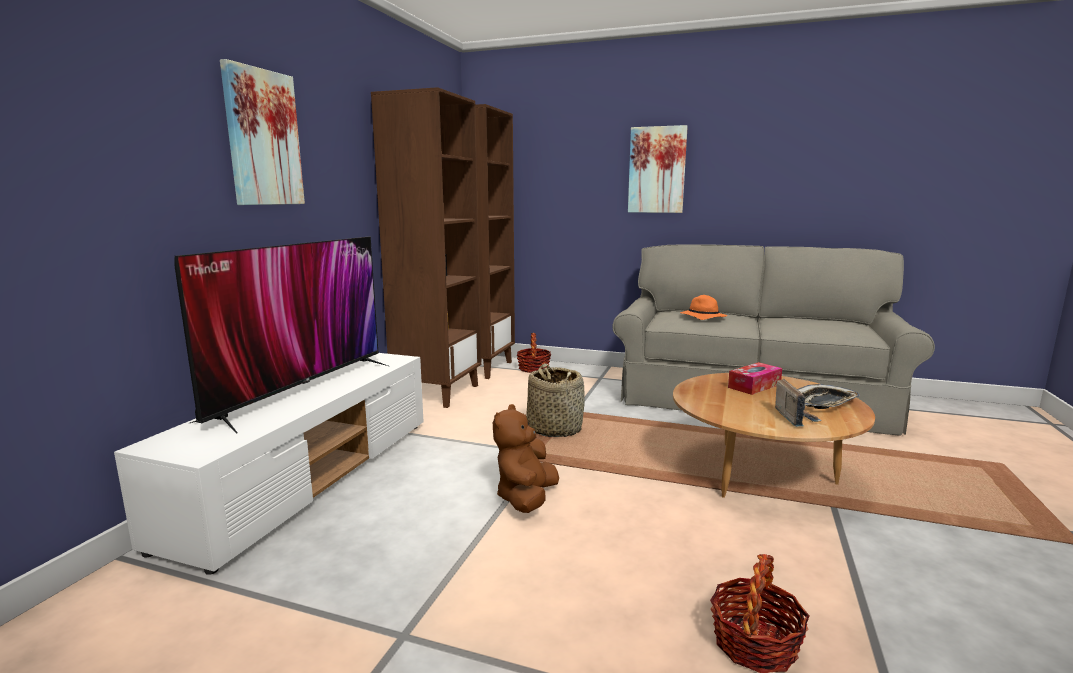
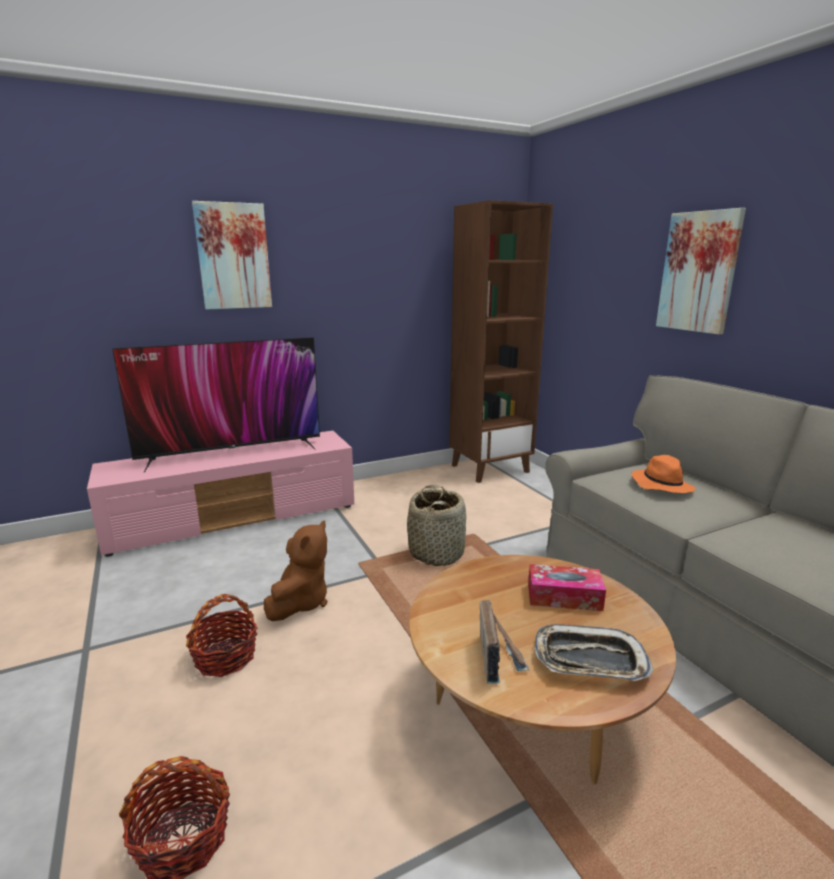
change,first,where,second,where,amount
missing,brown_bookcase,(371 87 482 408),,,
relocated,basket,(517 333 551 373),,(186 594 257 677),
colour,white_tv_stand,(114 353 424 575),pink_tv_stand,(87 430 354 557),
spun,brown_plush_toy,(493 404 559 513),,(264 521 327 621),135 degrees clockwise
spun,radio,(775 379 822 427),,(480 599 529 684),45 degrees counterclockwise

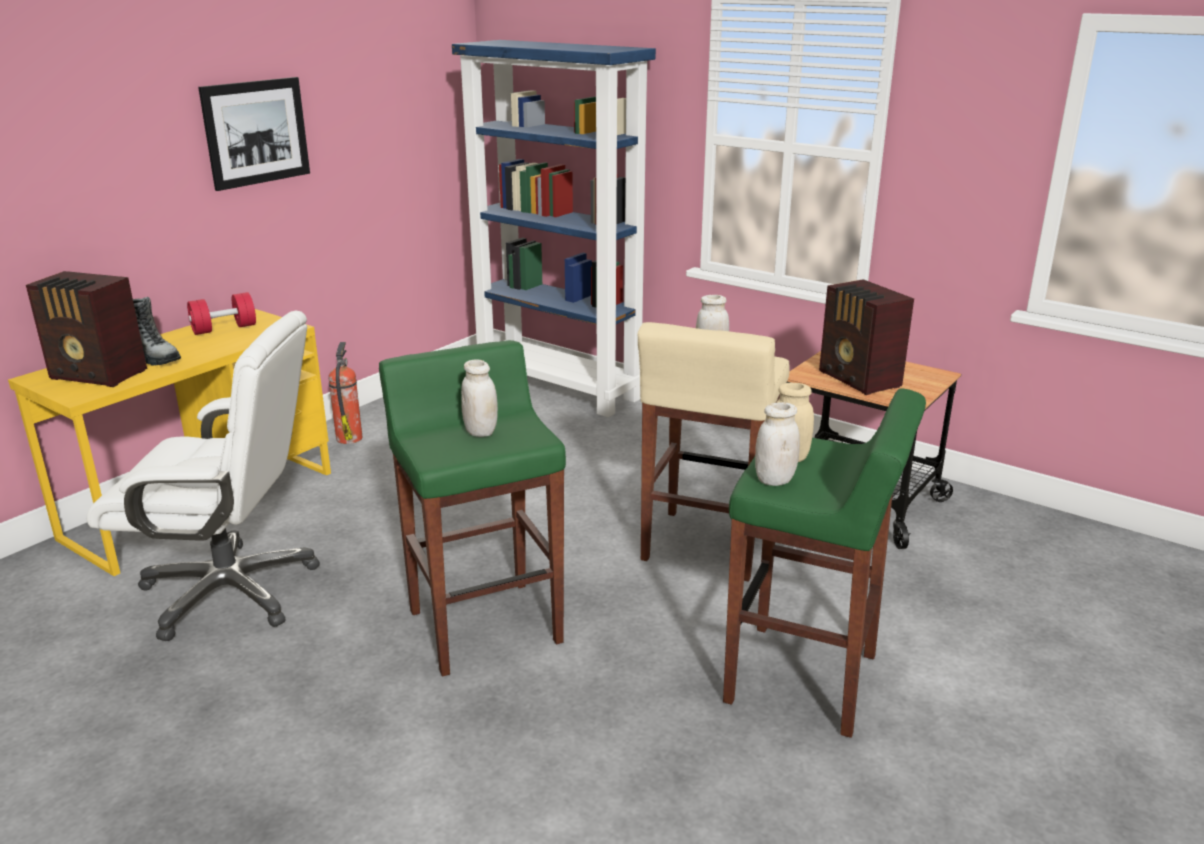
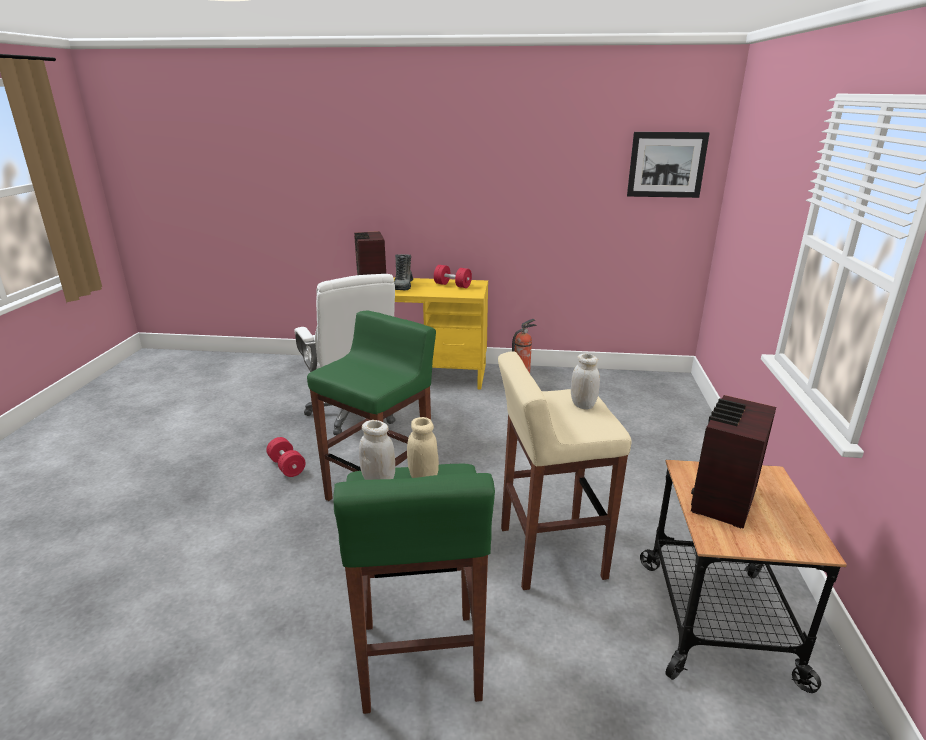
change,first,where,second,where,amount
missing,blue_bookcase,(452 40 656 417),,,
missing,white_jar,(461 359 498 437),,,
appeared,,,red_dumbbell,(266 437 305 477),
relocated,picture,(198 77 310 191),,(627 132 710 198),

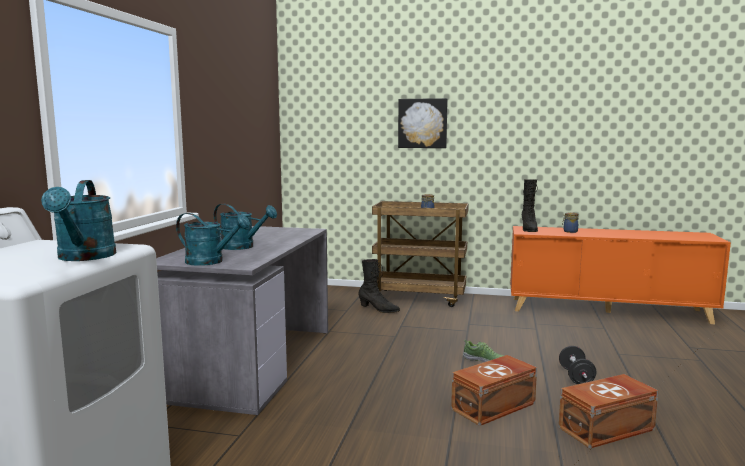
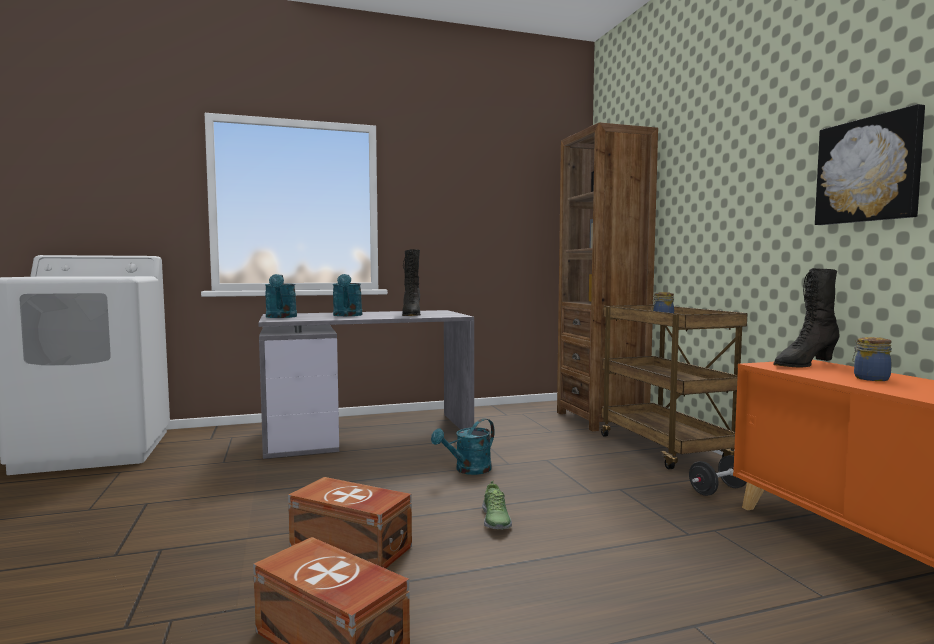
change,first,where,second,where,amount
appeared,,,brown_bookcase,(557 122 658 431),
relocated,turquoise_watering_can,(41 180 116 261),,(431 418 495 475),
relocated,black_boot,(358 259 400 313),,(402 249 421 316),
relocated,picture,(398 98 448 148),,(815 104 925 225),
relocated,black_dumbbell,(559 346 597 384),,(689 455 747 496),

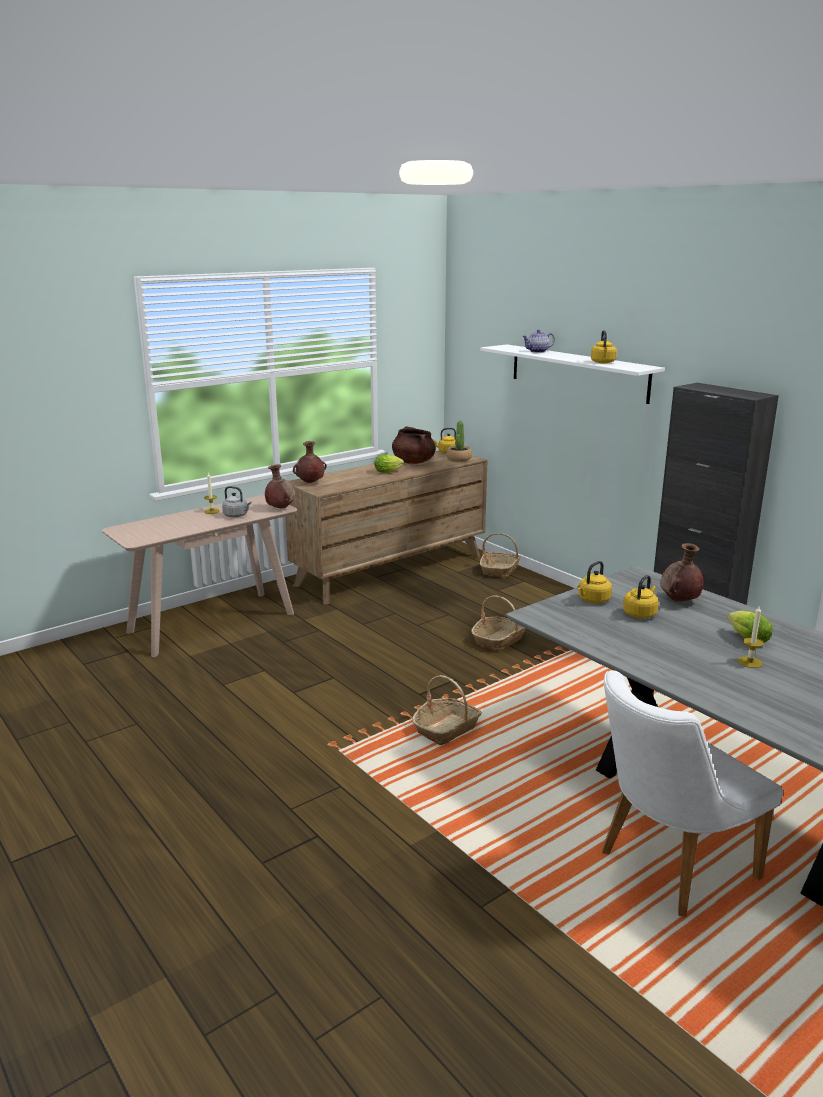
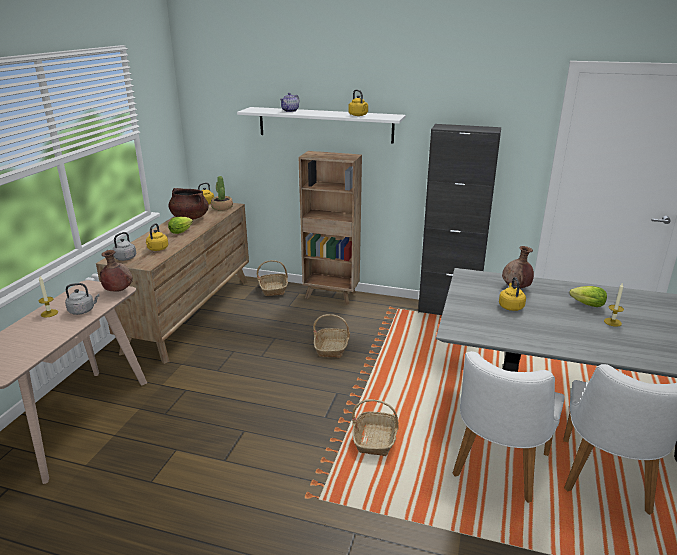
change,first,where,second,where,amount
appeared,,,brown_bookcase,(298 151 362 305),
appeared,,,white_chair,(453 351 565 503),
relocated,yellow_kettle,(577 561 612 603),,(146 223 168 251),
exchanged,brown_vase,(293 441 327 483),grey_kettle,(113 232 136 261),

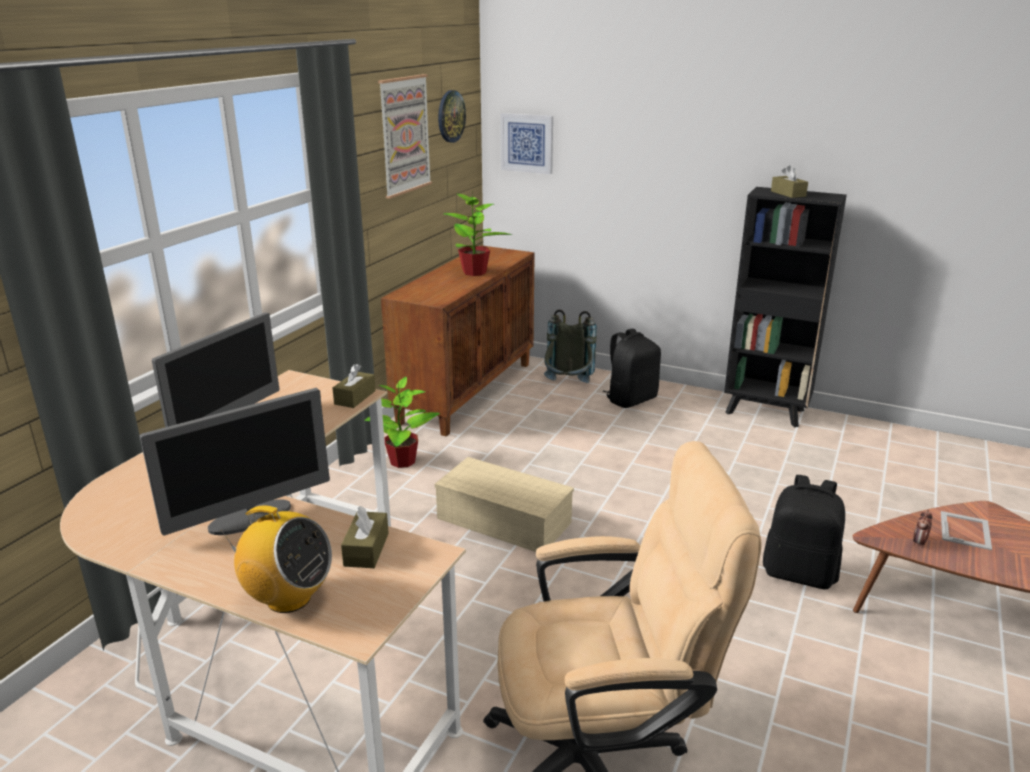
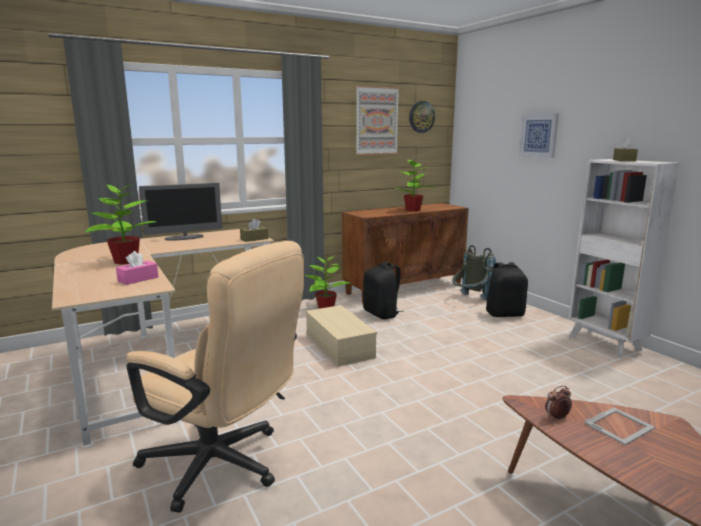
change,first,where,second,where,amount
missing,radio,(221 505 332 613),,,
relocated,picture,(501 113 553 174),,(519 113 559 158),
relocated,black_backpack,(763 475 845 589),,(363 262 402 319),
exchanged,monitor,(140 388 330 536),potted_plant,(85 180 156 265),
colour,brown_tissue_box,(341 506 389 568),pink_tissue_box,(116 251 159 285),
colour,black_bookcase,(724 187 847 427),white_bookcase,(569 159 680 358),

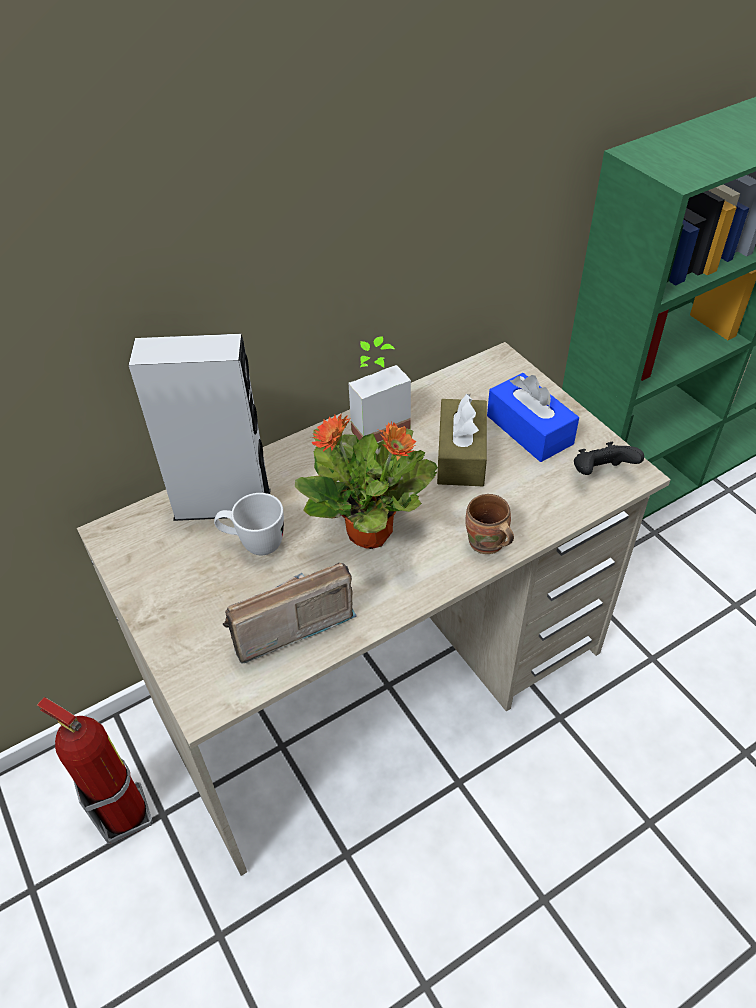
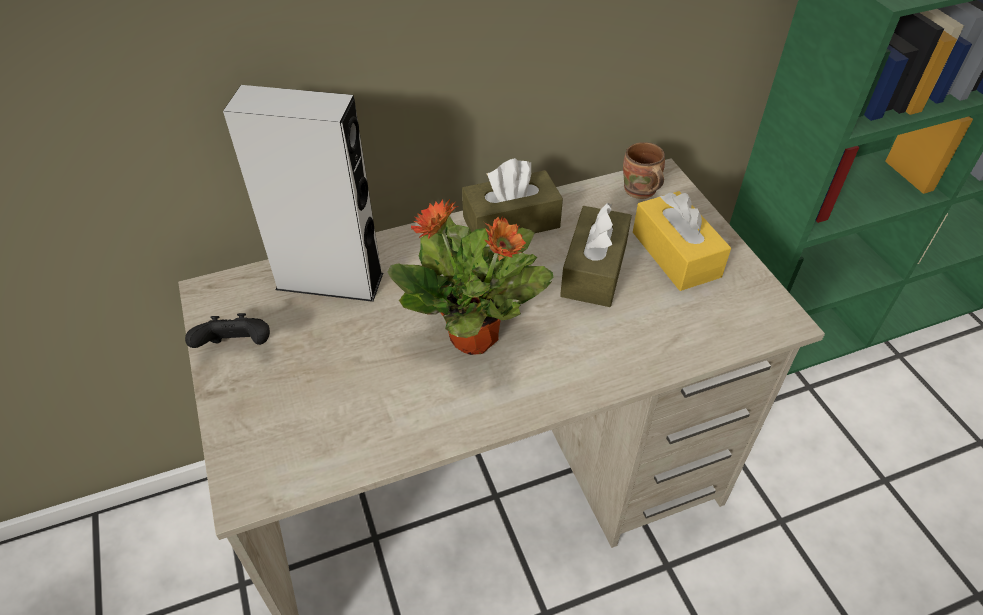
change,first,where,second,where,amount
missing,fire_extinguisher,(37 697 153 844),,,
missing,white_mug,(214 493 284 555),,,
missing,radio,(223 563 357 664),,,
relocated,brown_mug,(465 494 514 554),,(623 142 665 199),
relocated,black_game_controller,(574 442 644 475),,(185 313 270 348),
exchanged,potted_plant,(348 336 411 442),brown_tissue_box,(462 158 563 241),
colour,blue_tissue_box,(487 373 579 462),yellow_tissue_box,(633 191 731 291),

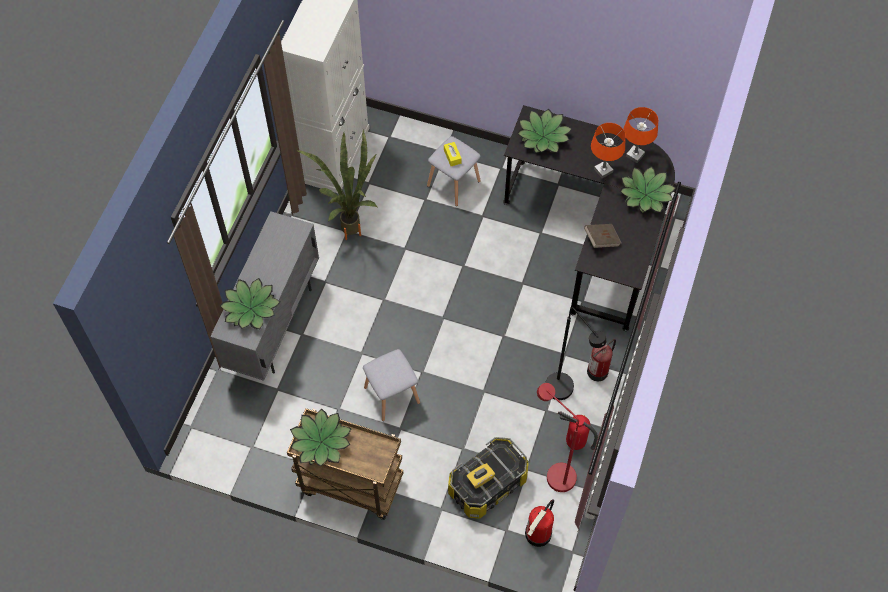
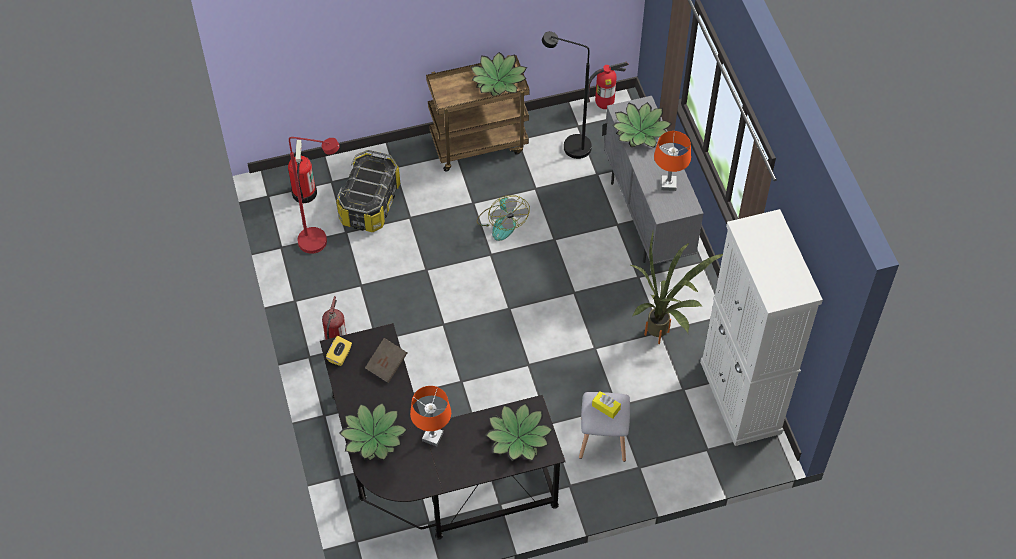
change,first,where,second,where,amount
relocated,yellow_tissue_box,(467 463 495 489),,(326 336 352 366),
relocated,black_floor_lamp,(545 307 606 400),,(542 31 592 159),
relocated,fire_extinguisher,(557 411 598 450),,(587 62 629 109),
relocated,orange_table_lamp,(624 107 658 163),,(654 131 691 191),
exchanged,grey_stool,(363 349 420 421),fan,(477 195 530 241),

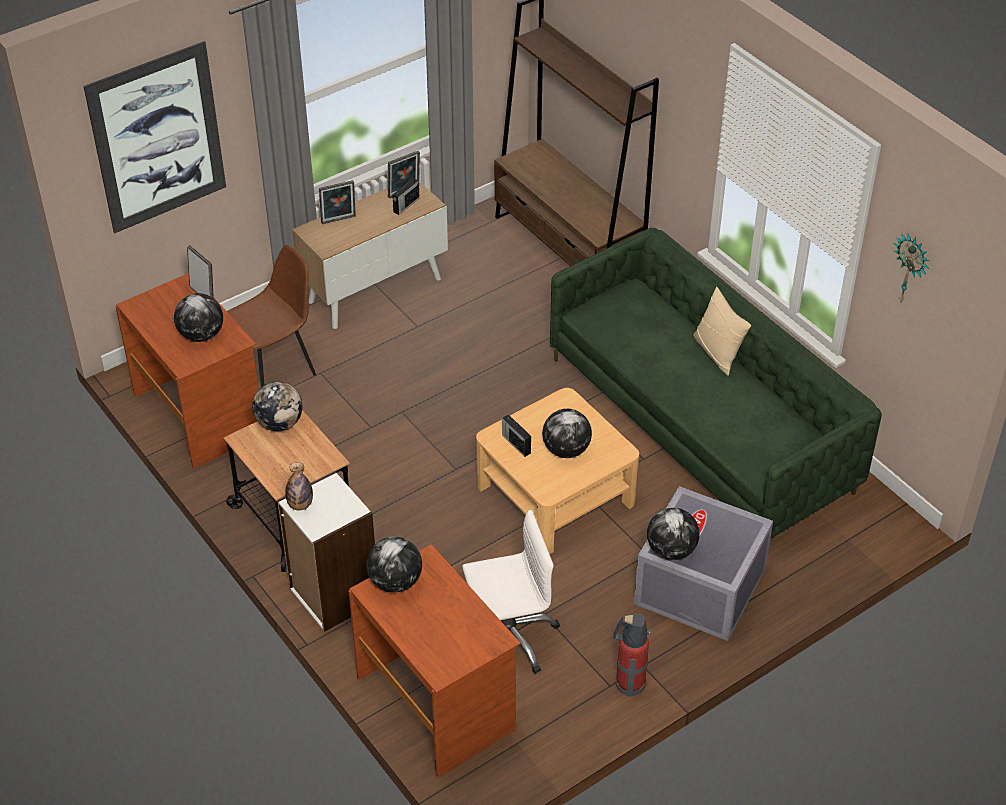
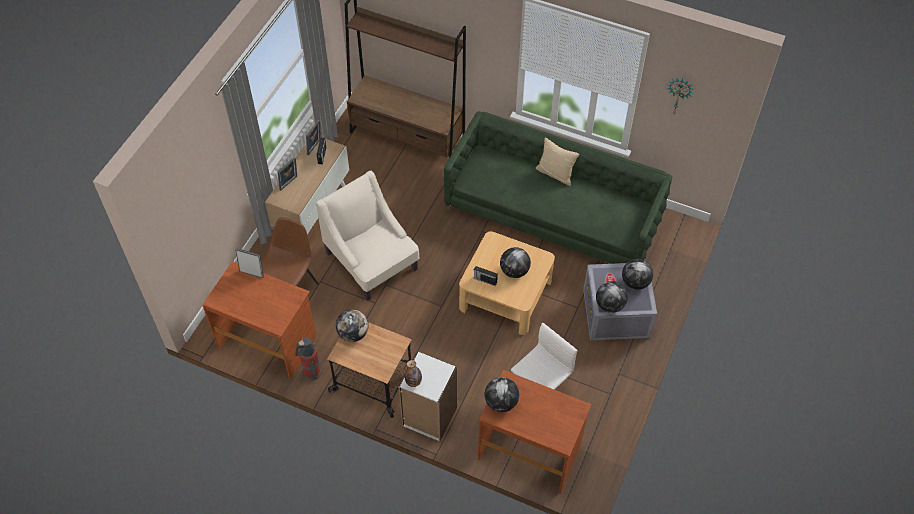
change,first,where,second,where,amount
missing,picture,(83 41 226 233),,,
appeared,,,beige_armchair,(316 171 420 301),
relocated,globe,(174 293 223 342),,(622 259 653 290),
relocated,fire_extinguisher,(613 614 650 697),,(295 337 321 380),

